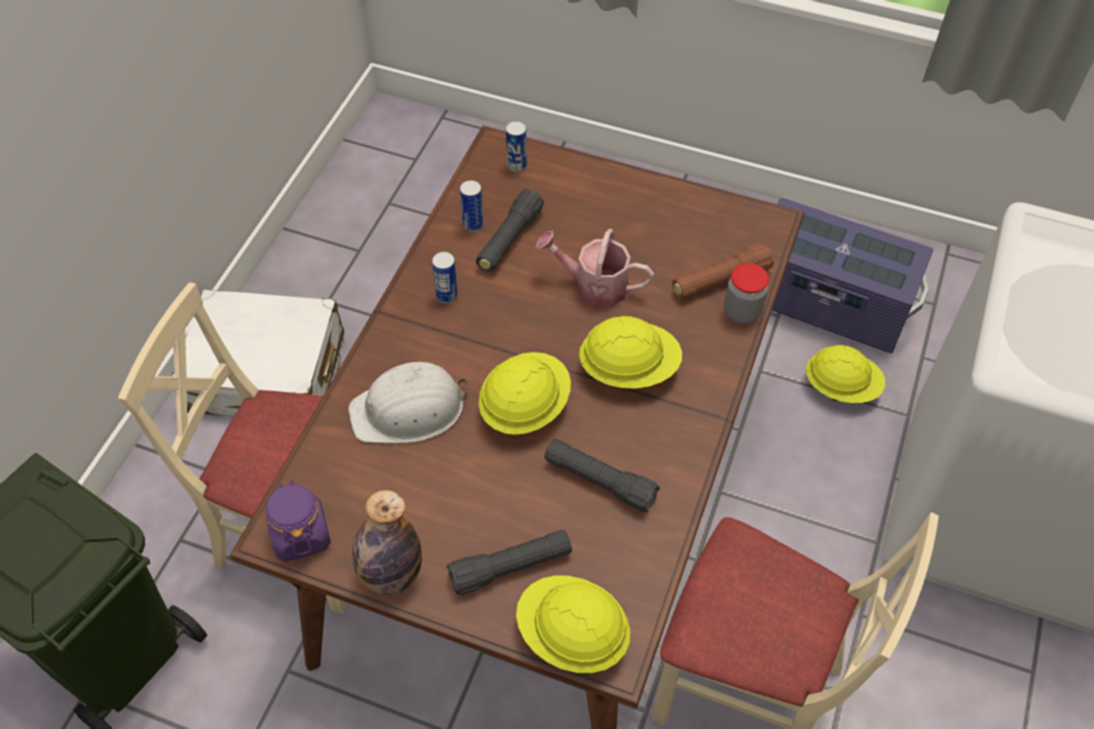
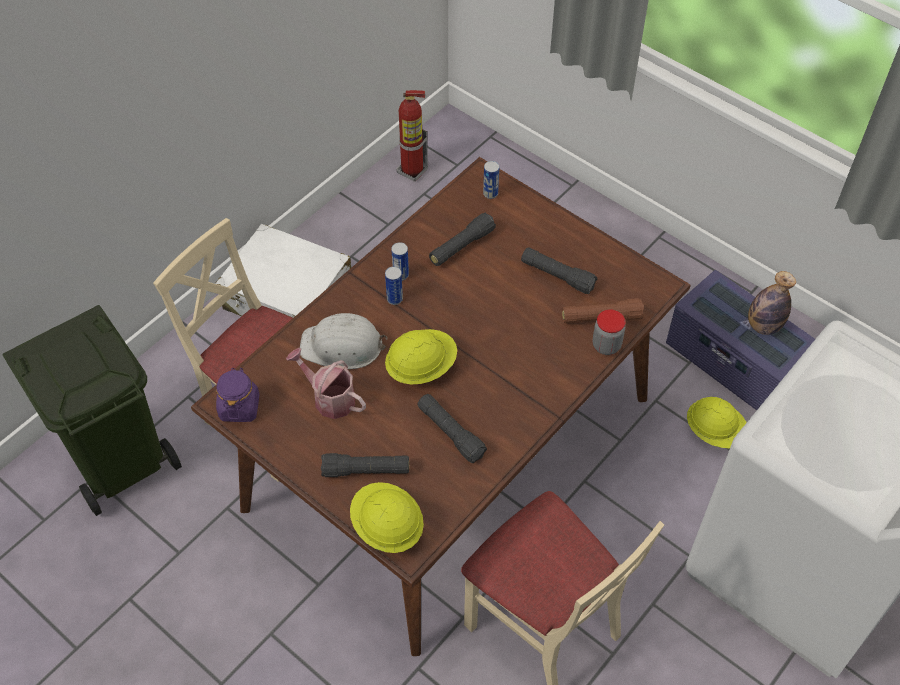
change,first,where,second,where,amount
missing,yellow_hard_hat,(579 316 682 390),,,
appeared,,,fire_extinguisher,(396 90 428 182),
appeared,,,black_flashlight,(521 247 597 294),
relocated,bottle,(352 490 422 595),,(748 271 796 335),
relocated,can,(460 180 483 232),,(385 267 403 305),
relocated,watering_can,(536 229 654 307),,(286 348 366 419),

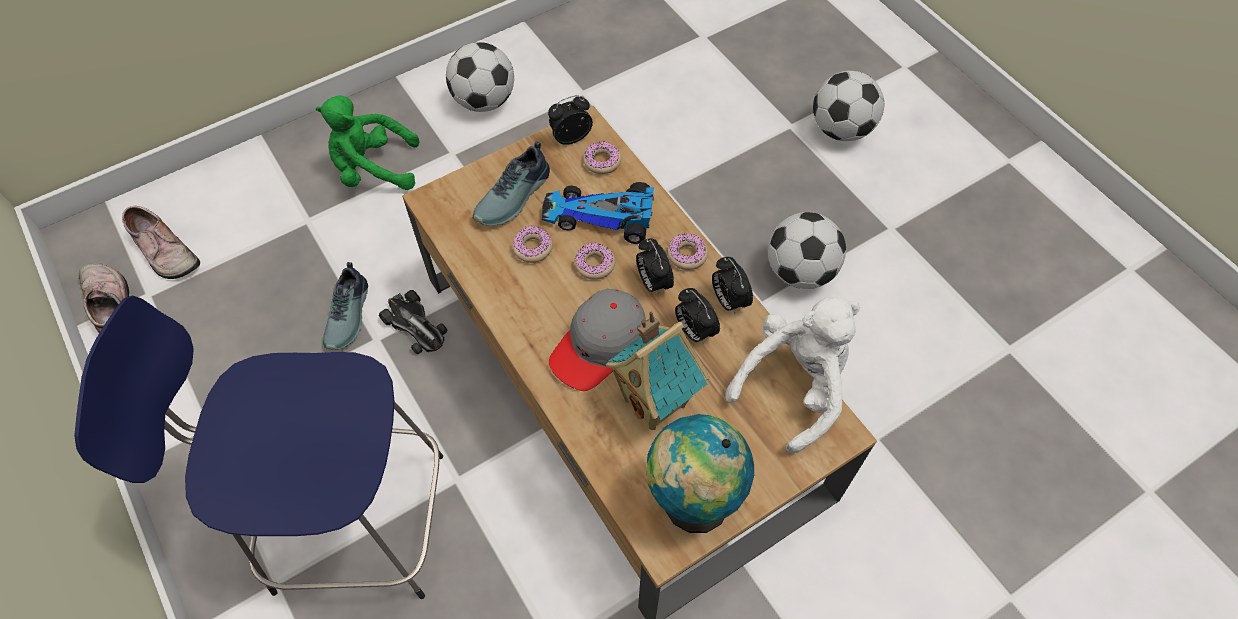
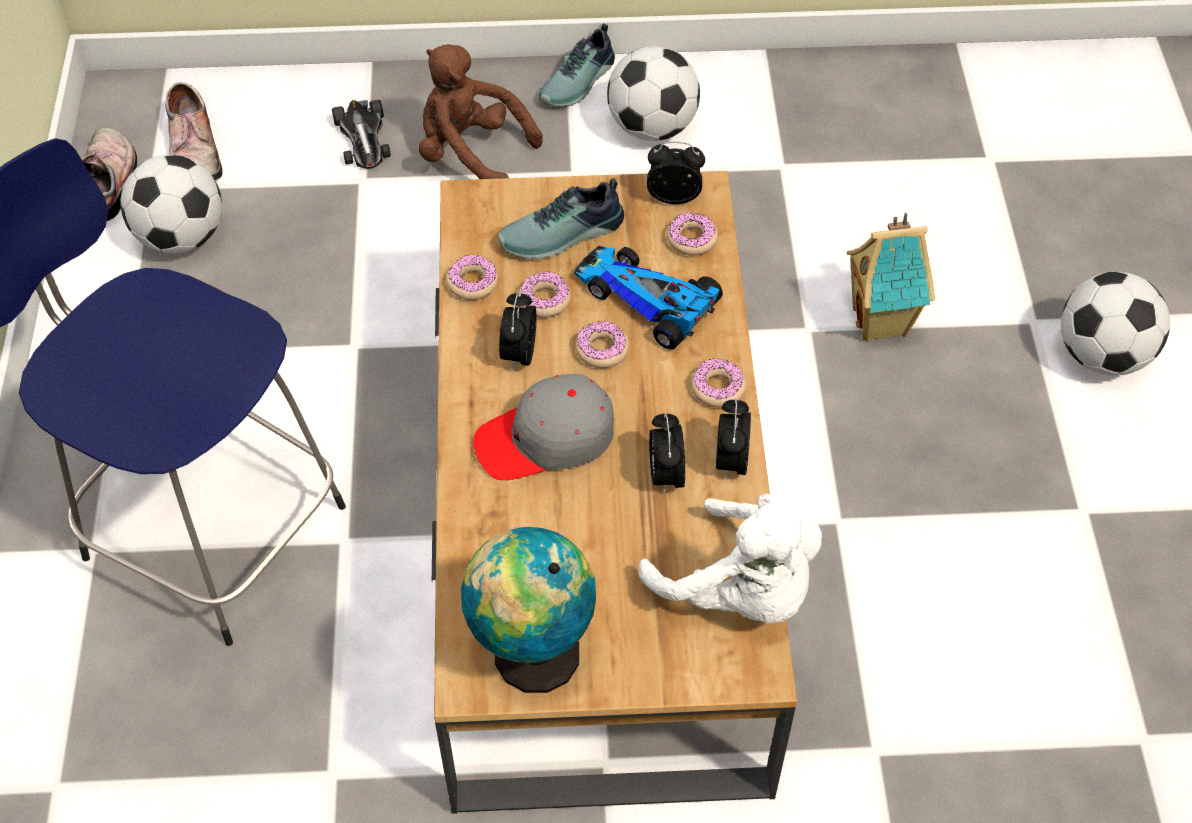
change,first,where,second,where,amount
appeared,,,donut,(446 255 498 300),
relocated,shoe,(323 262 368 350),,(539 23 615 107),
relocated,toy_car,(379 290 447 354),,(332 100 391 169),
relocated,toy_house,(606 312 710 430),,(847 213 935 342),
relocated,alarm_clock,(636 239 674 295),,(499 293 536 370),
relocated,football,(768 212 846 289),,(120 155 222 254),
colour,green_plush_toy,(316 95 419 190),brown_plush_toy,(419 44 543 179),
spun,white_plush_toy,(725 297 860 454),,(638 494 822 623),60 degrees clockwise

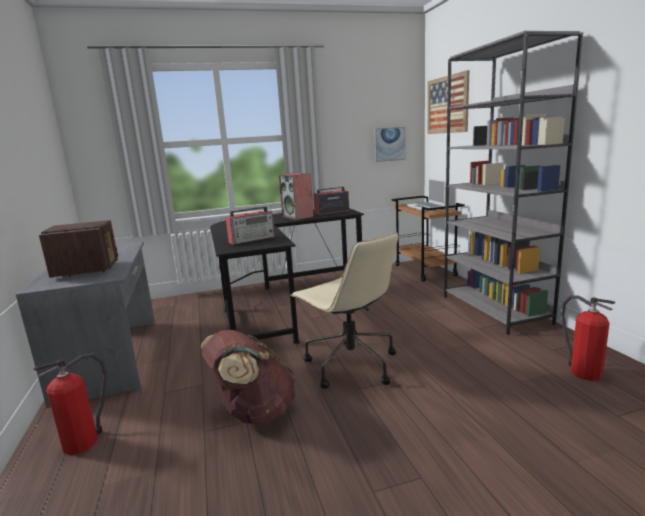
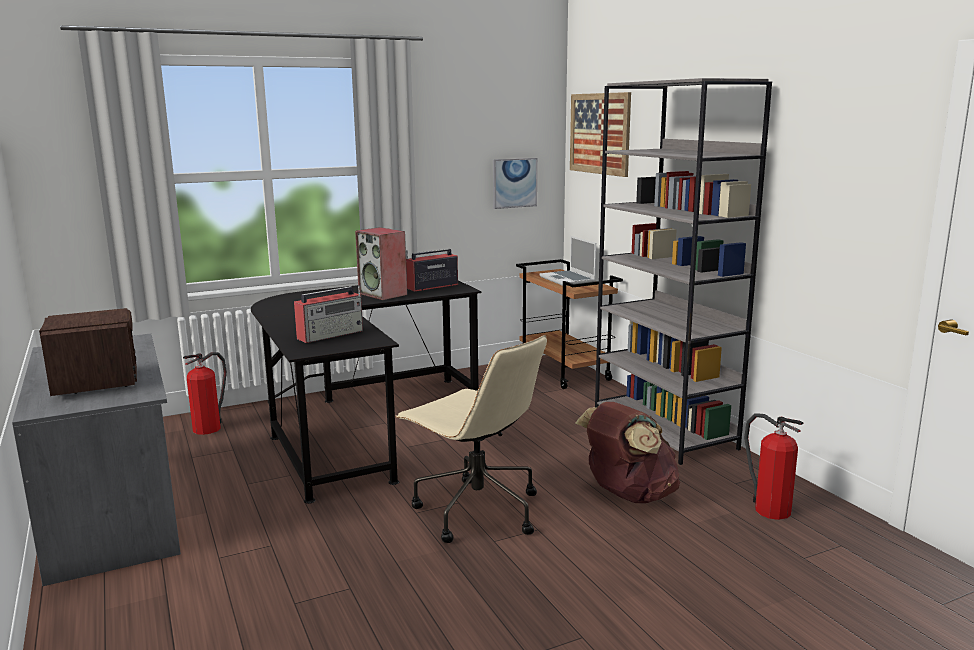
change,first,where,second,where,amount
relocated,fire_extinguisher,(34 353 107 455),,(183 352 227 435),
relocated,brown_backpack,(201 330 296 425),,(575 402 680 503),

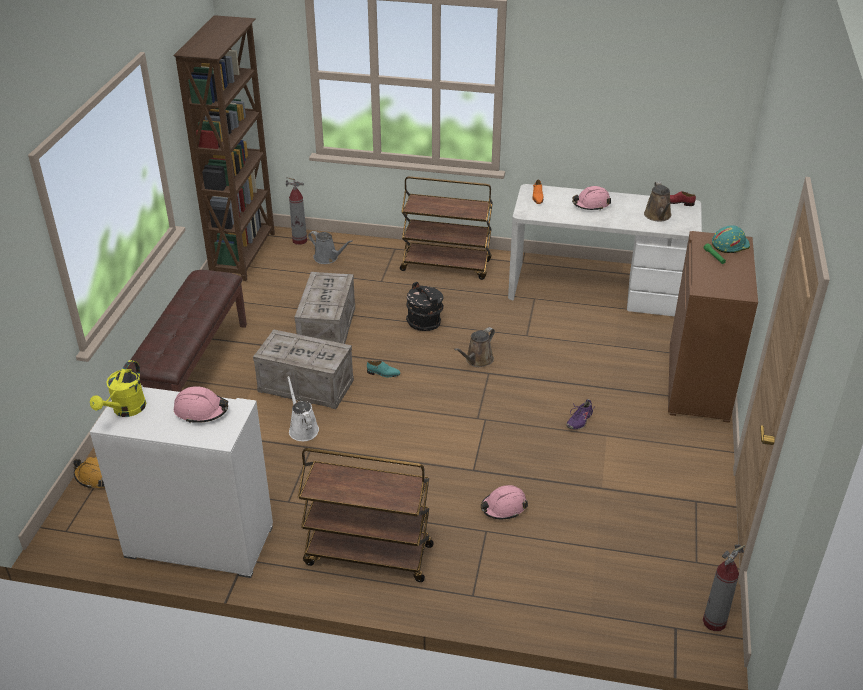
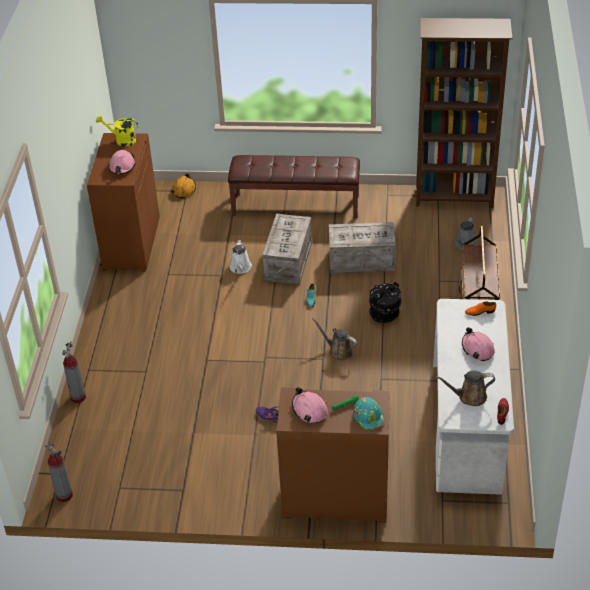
change,first,where,second,where,amount
missing,brown_cart,(298 448 434 582),,,
relocated,fire_extinguisher,(286 177 307 245),,(62 341 86 403),
relocated,pink_hard_hat,(481 485 528 519),,(292 387 328 424),
colour,white_cabinet,(90 385 273 578),brown_cabinet,(87 133 160 272),
spun,white_watering_can,(287 376 319 441),,(230 240 252 274),120 degrees clockwise

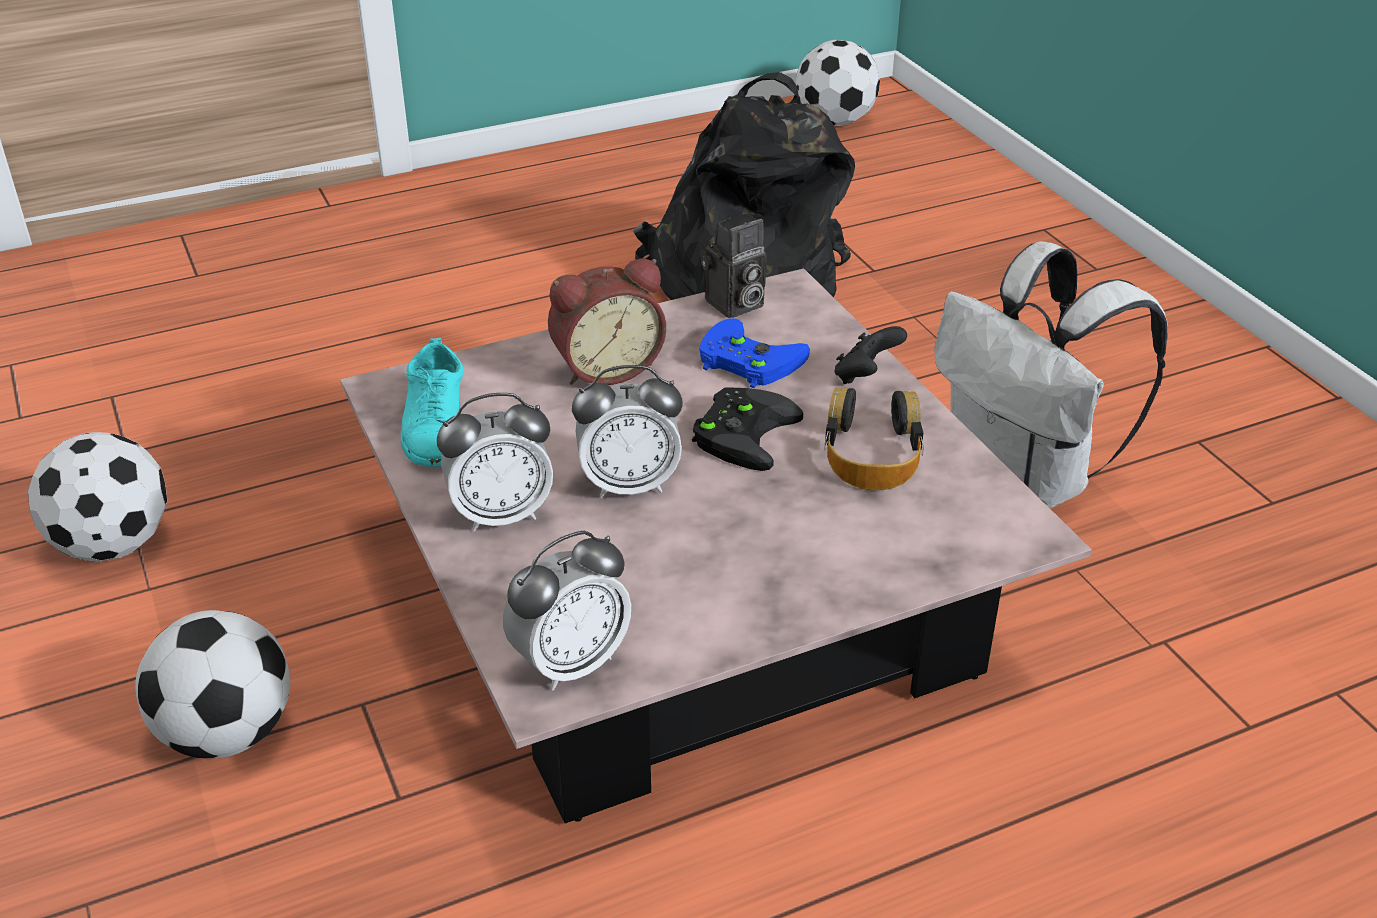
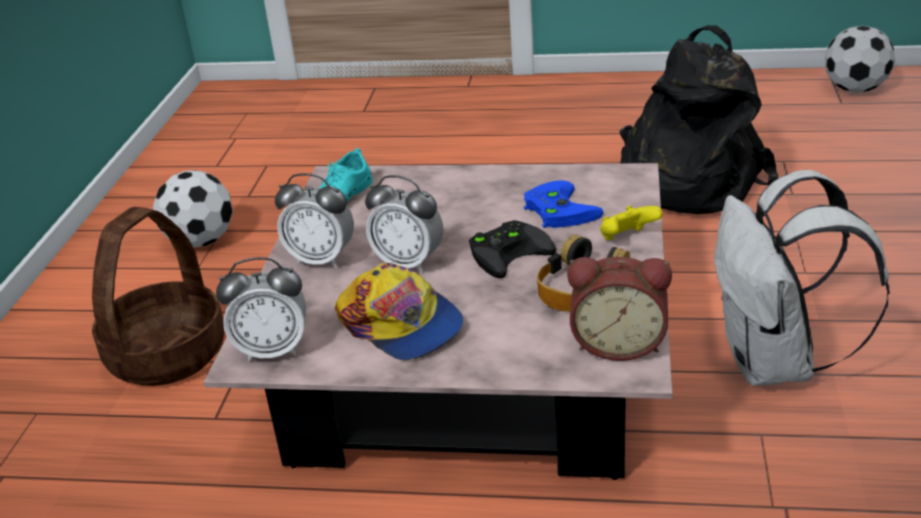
change,first,where,second,where,amount
missing,photo_camera,(701 213 767 318),,,
appeared,,,cap,(335 263 464 360),
relocated,alarm_clock,(548 259 666 385),,(567 257 672 361),
exchanged,football,(135 610 290 758),basket,(92 207 225 386),
colour,black_game_controller,(834 326 907 384),yellow_game_controller,(600 206 663 240),

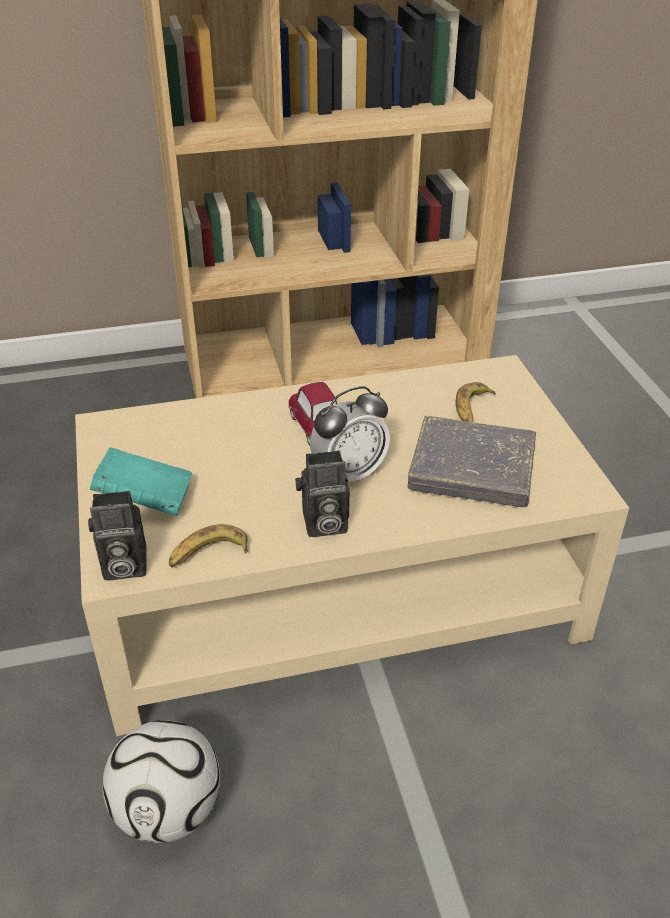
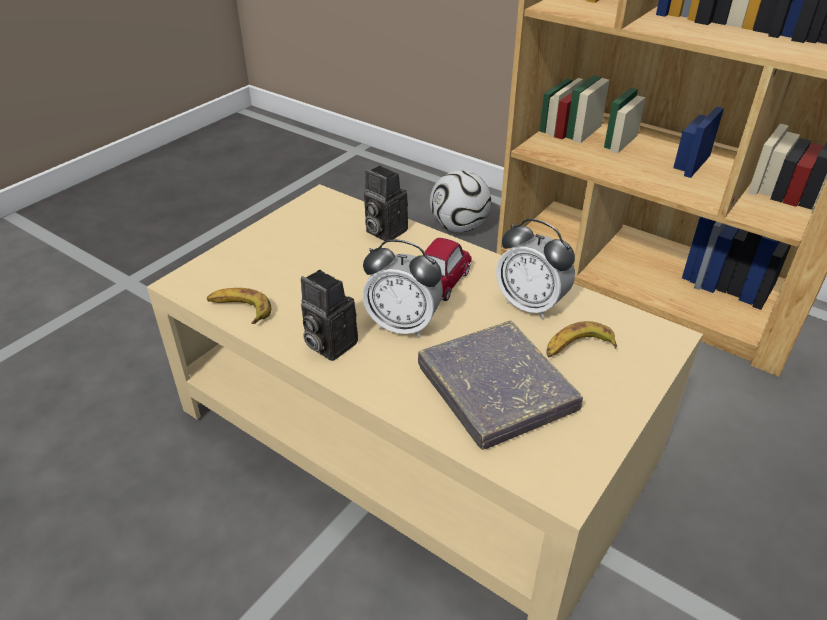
change,first,where,second,where,amount
missing,turquoise_book,(90 447 192 516),,,
appeared,,,alarm_clock,(496 219 575 319),
relocated,photo_camera,(88 491 147 580),,(364 166 408 241),
relocated,football,(102 720 220 843),,(430 170 491 232),

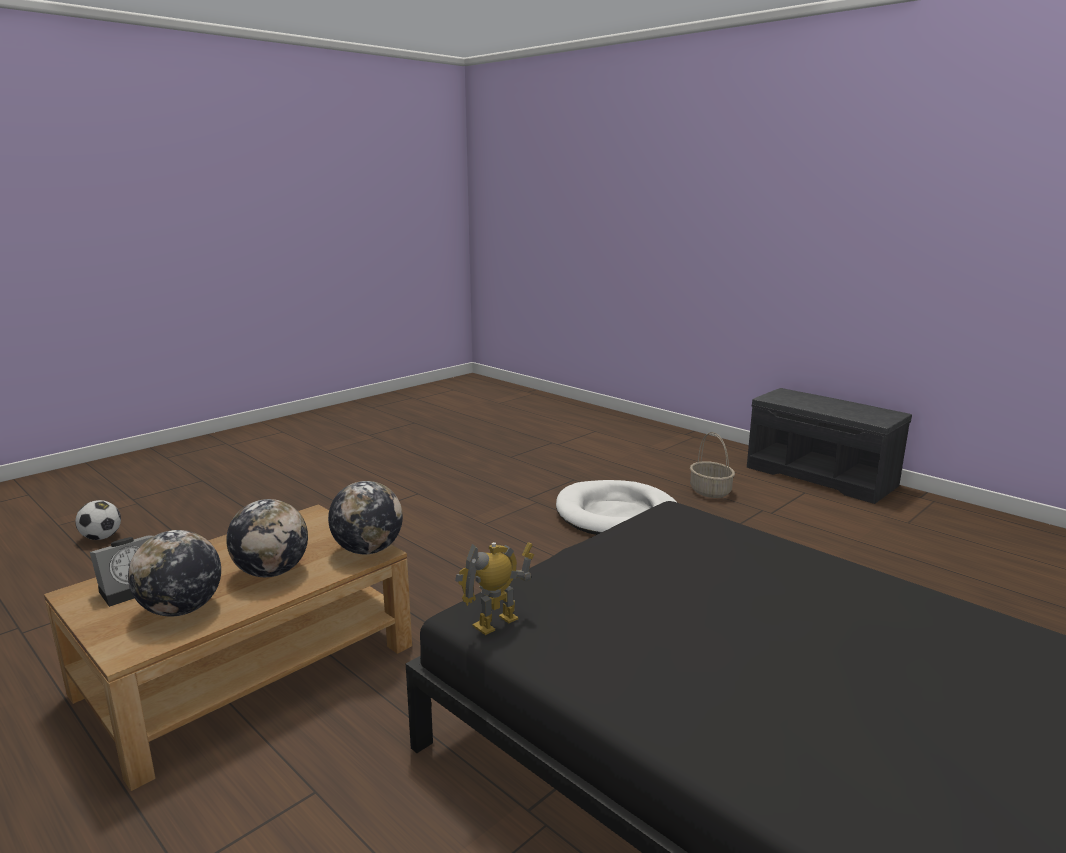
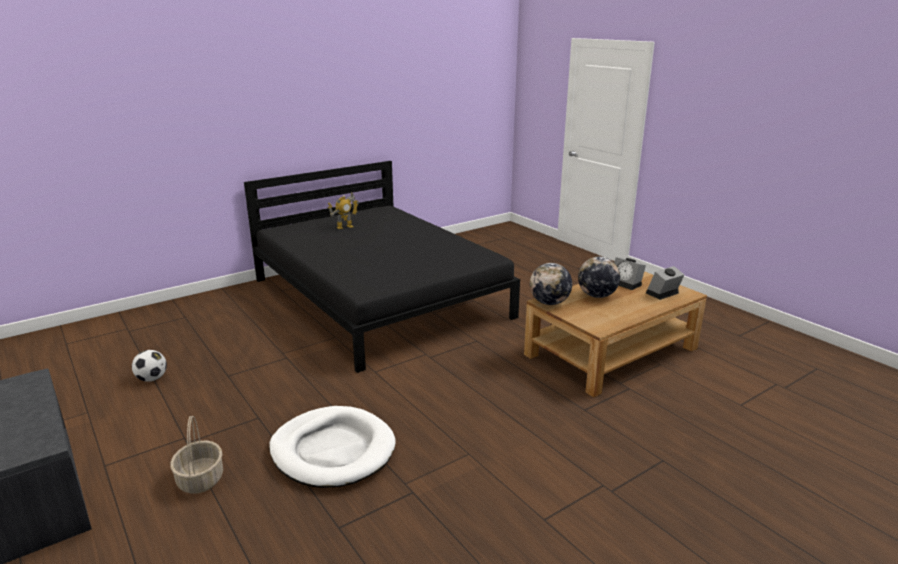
change,first,where,second,where,amount
relocated,football,(75 500 121 540),,(132 350 167 382),
relocated,toy_robot,(455 542 534 635),,(328 192 359 229),
exchanged,globe,(128 530 221 616),alarm_clock,(614 257 646 290),

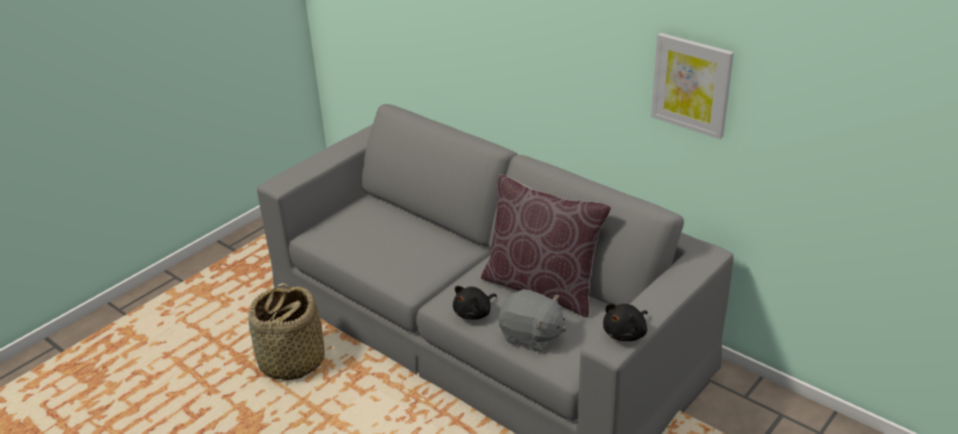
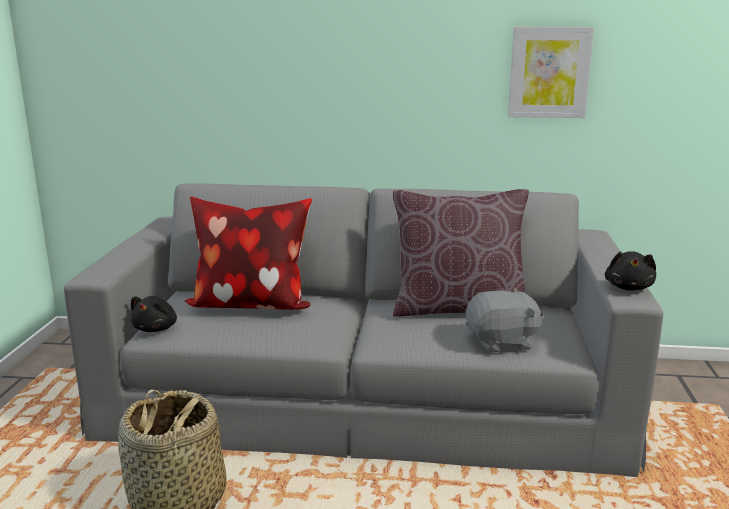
change,first,where,second,where,amount
appeared,,,pillow,(185 197 312 310),
relocated,black_plush_toy,(453 286 497 320),,(131 296 177 332),

